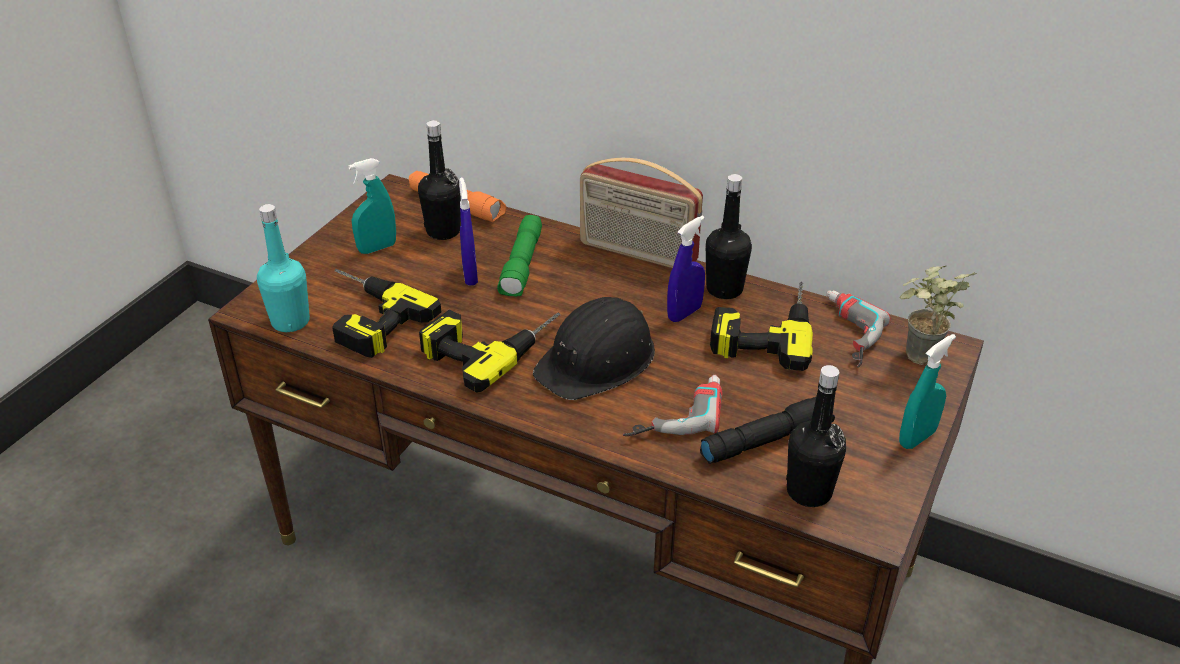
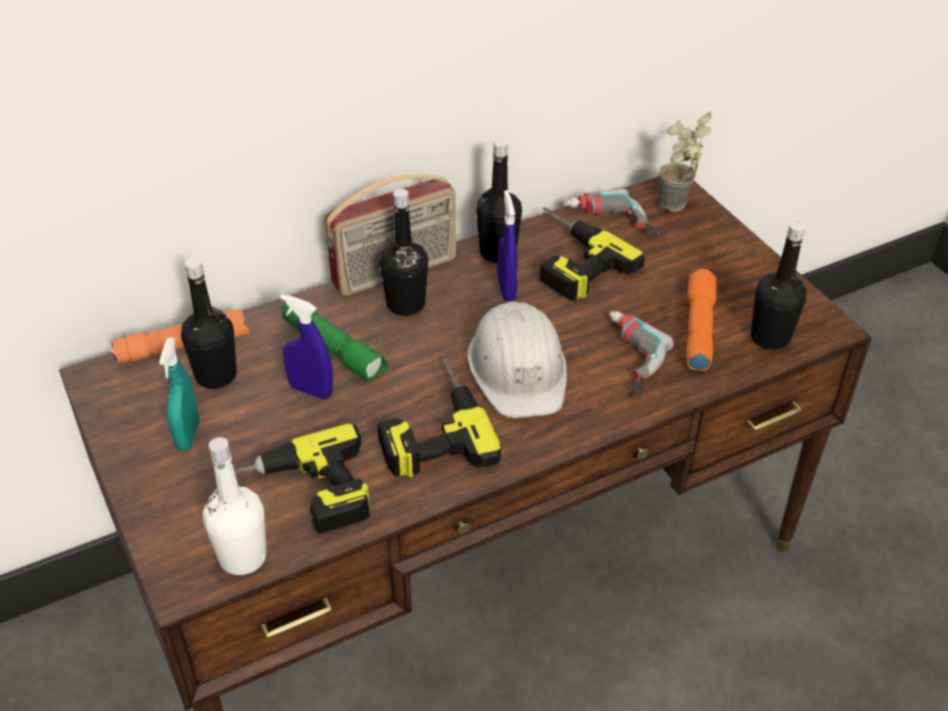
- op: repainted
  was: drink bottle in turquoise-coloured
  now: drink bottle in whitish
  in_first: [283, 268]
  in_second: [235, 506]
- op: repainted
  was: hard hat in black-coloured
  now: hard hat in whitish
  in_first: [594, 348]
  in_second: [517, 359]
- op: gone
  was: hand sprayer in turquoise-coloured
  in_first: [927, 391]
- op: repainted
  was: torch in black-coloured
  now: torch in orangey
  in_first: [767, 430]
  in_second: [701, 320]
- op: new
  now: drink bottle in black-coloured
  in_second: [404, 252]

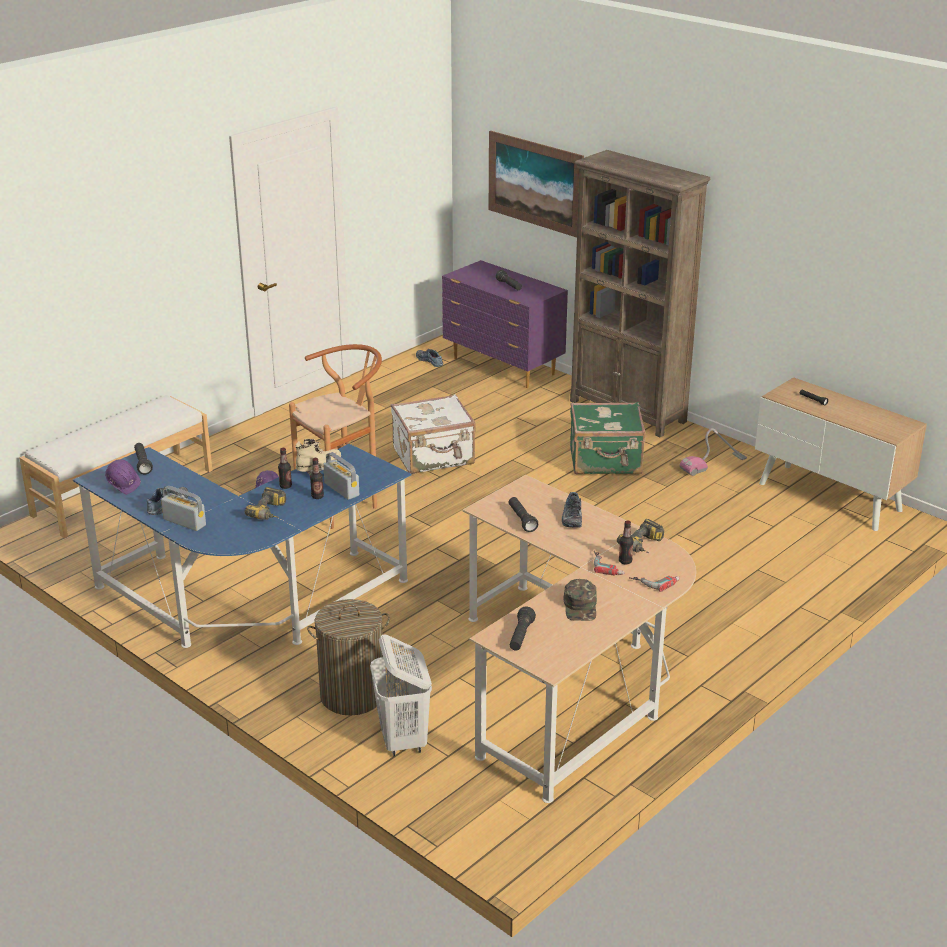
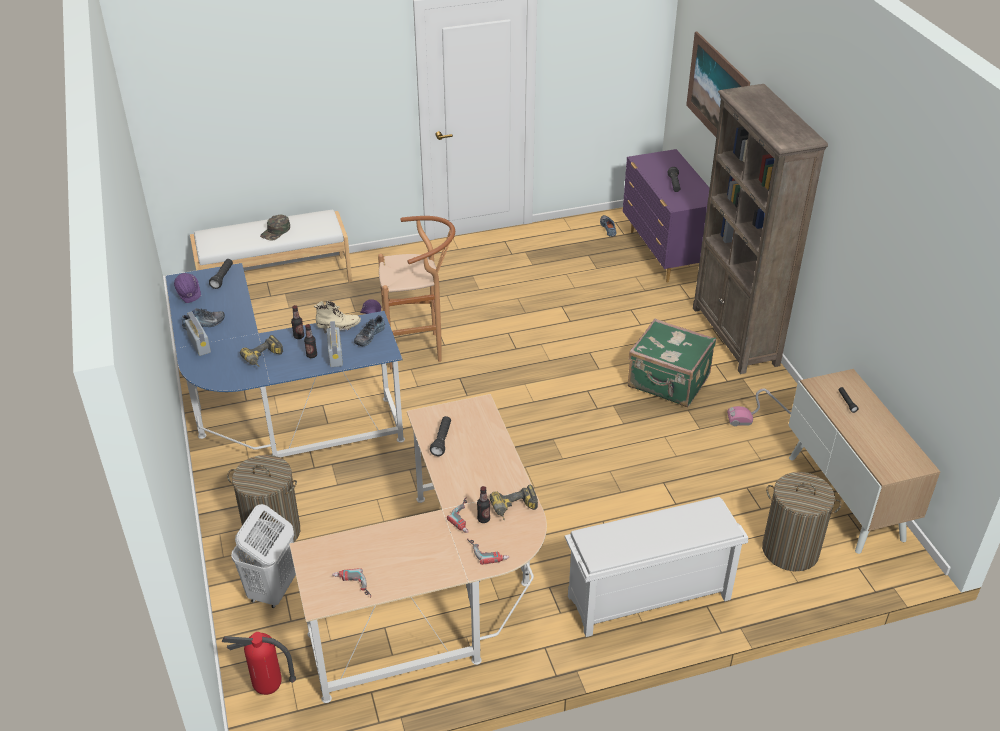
- op: gone
  was: travel case in whitish
  in_first: [433, 434]
- op: shifted
  was: shoe
  in_first: [572, 510]
  in_second: [369, 330]
- op: shifted
  was: cap in greenish
  in_first: [580, 600]
  in_second: [275, 228]
- op: gone
  was: torch in black-coloured
  in_first: [523, 629]
- op: new
  now: hamper
  in_second: [802, 521]
- op: new
  now: shoe rack in whitish
  in_second: [657, 567]
- op: new
  now: power drill
  in_second: [351, 582]
- op: new
  now: fire-fighting cylinder
  in_second: [259, 663]

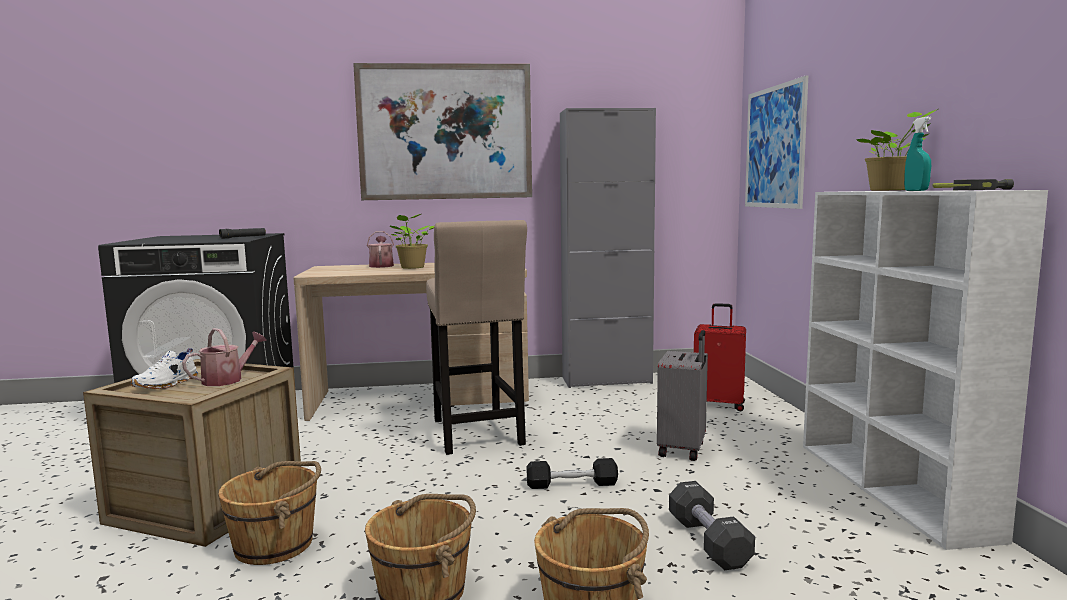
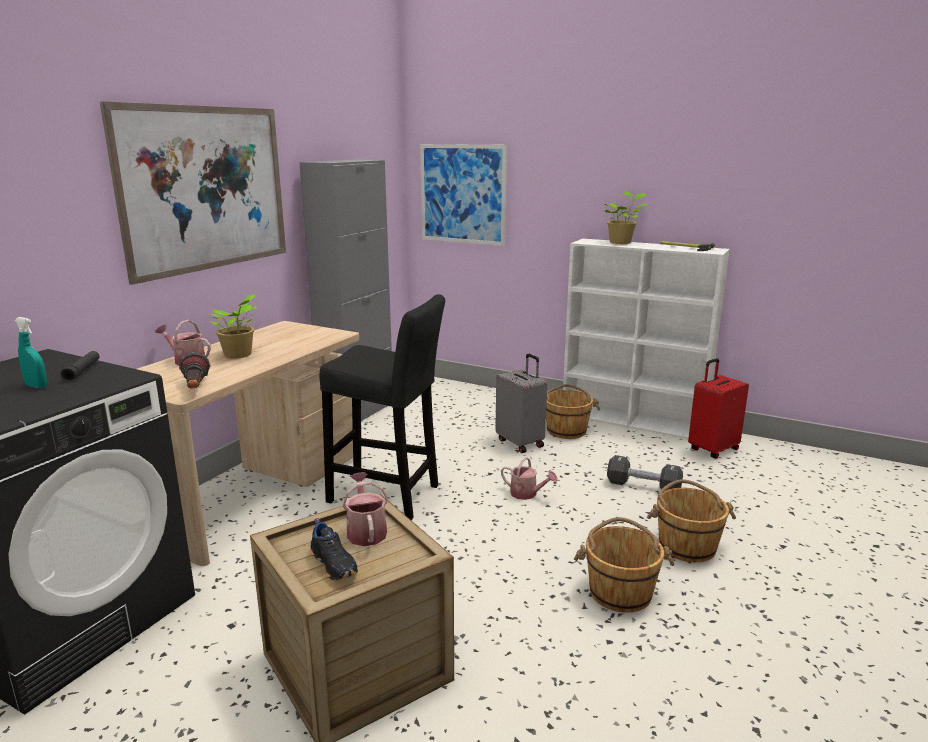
- op: shifted
  was: hand sprayer in turquoise-coloured
  in_first: [917, 154]
  in_second: [31, 352]
- op: repainted
  was: stool seat in beige-coloured
  now: stool seat in black-coloured
  in_first: [476, 337]
  in_second: [382, 407]
- op: shifted
  was: travel case in red
  in_first: [720, 357]
  in_second: [718, 408]
- op: repainted
  was: shoe in whitish
  now: shoe in black-coloured
  in_first: [164, 368]
  in_second: [334, 549]
- op: swapped
  was: free weight in black-coloured
  now: watering can
  in_first: [572, 473]
  in_second: [529, 478]
- op: shifted
  was: bucket in brown-coloured
  in_first: [269, 513]
  in_second: [573, 411]
- op: new
  now: torch
  in_second: [195, 370]

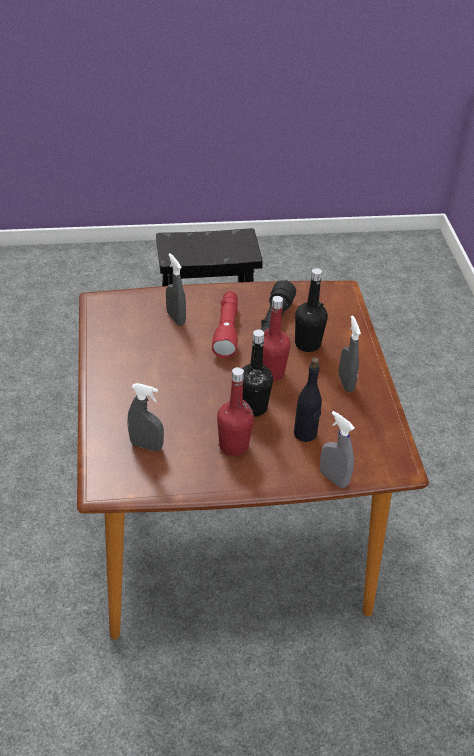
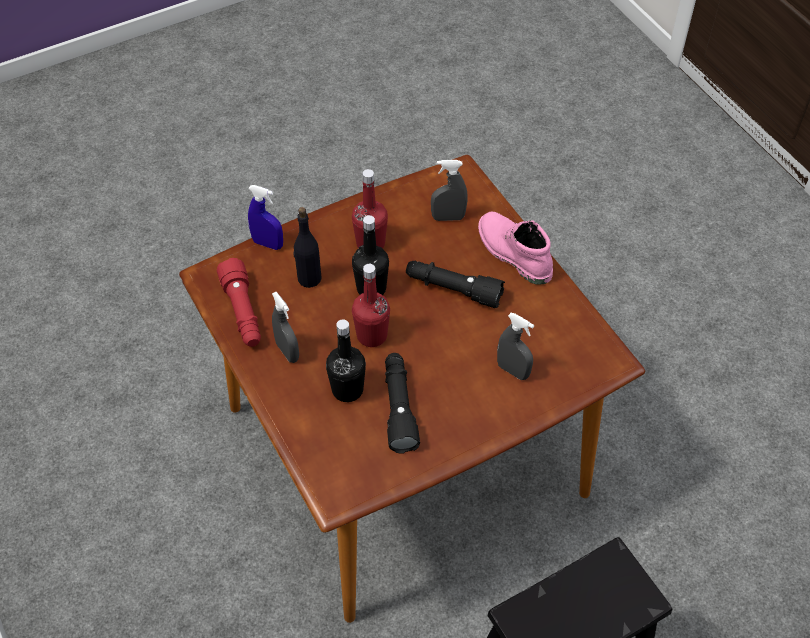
- op: shifted
  was: torch in red
  in_first: [225, 324]
  in_second: [239, 302]
- op: repainted
  was: hand sprayer in greyish
  now: hand sprayer in blue-coloured
  in_first: [337, 449]
  in_second: [265, 217]
- op: new
  now: tall boot in pinkish
  in_second: [515, 248]
- op: new
  now: torch in black-coloured
  in_second: [455, 284]

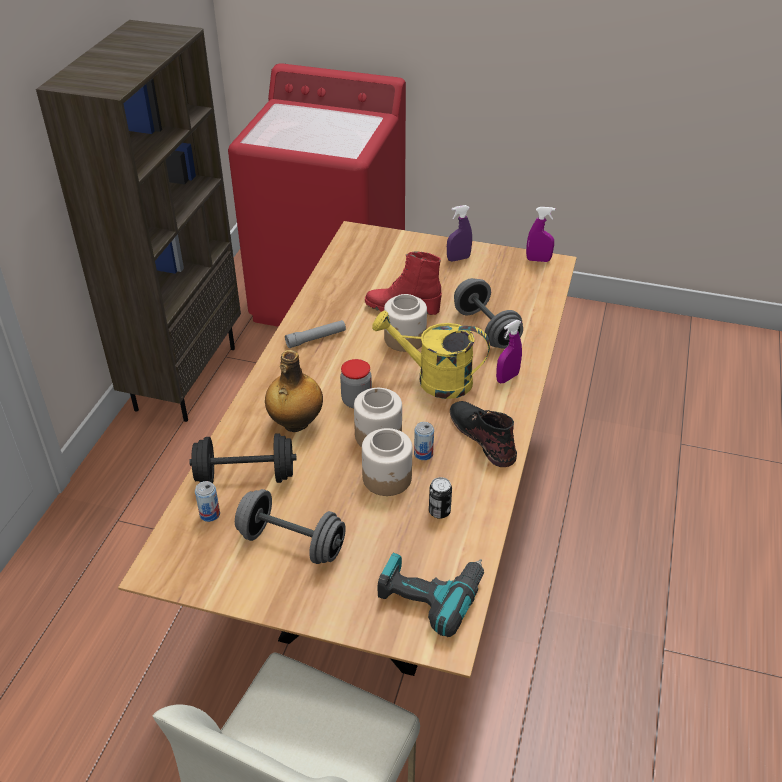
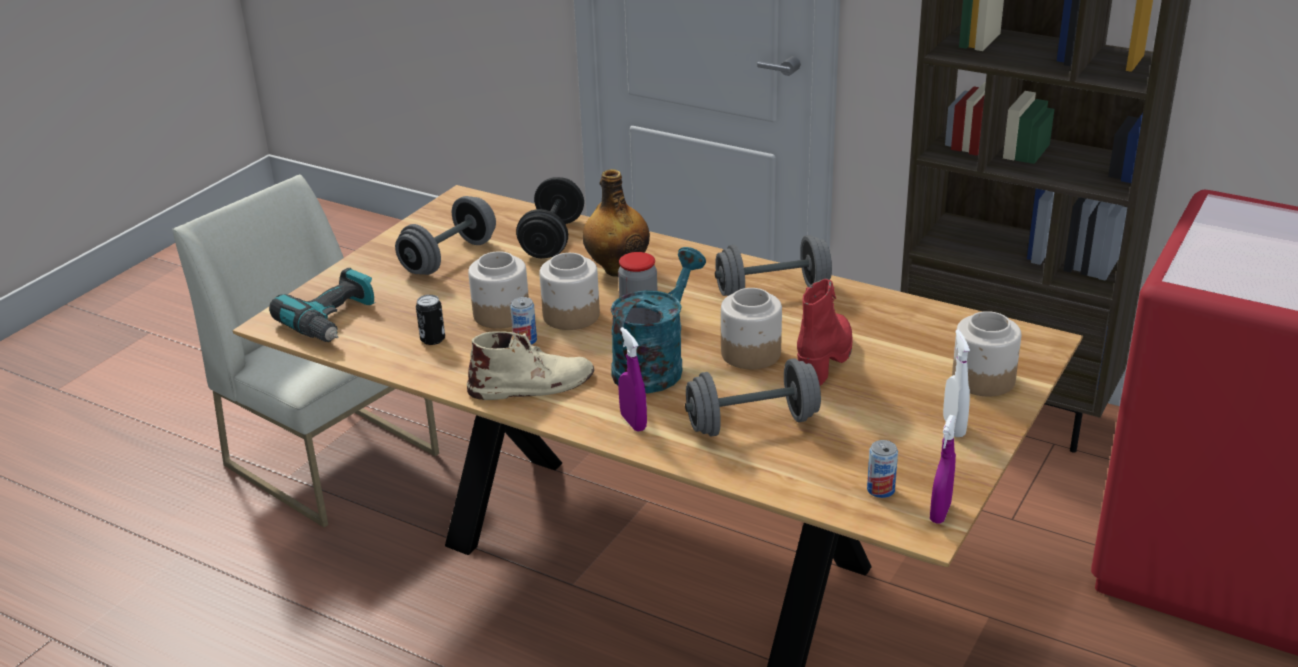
- op: repainted
  was: hand sprayer in purple-coloured
  now: hand sprayer in whitish
  in_first: [459, 233]
  in_second: [956, 383]
- op: repainted
  was: watering can in yellowish
  now: watering can in turquoise-coloured
  in_first: [431, 355]
  in_second: [658, 320]
- op: swapped
  was: torch in greyish
  now: free weight in greyish
  in_first: [315, 334]
  in_second: [773, 265]
- op: repainted
  was: tall boot in black-coloured
  now: tall boot in beige-coloured
  in_first: [483, 434]
  in_second: [530, 365]
- op: shifted
  was: metal can
  in_first: [207, 501]
  in_second: [882, 469]
- op: new
  now: jar
  in_second: [986, 353]

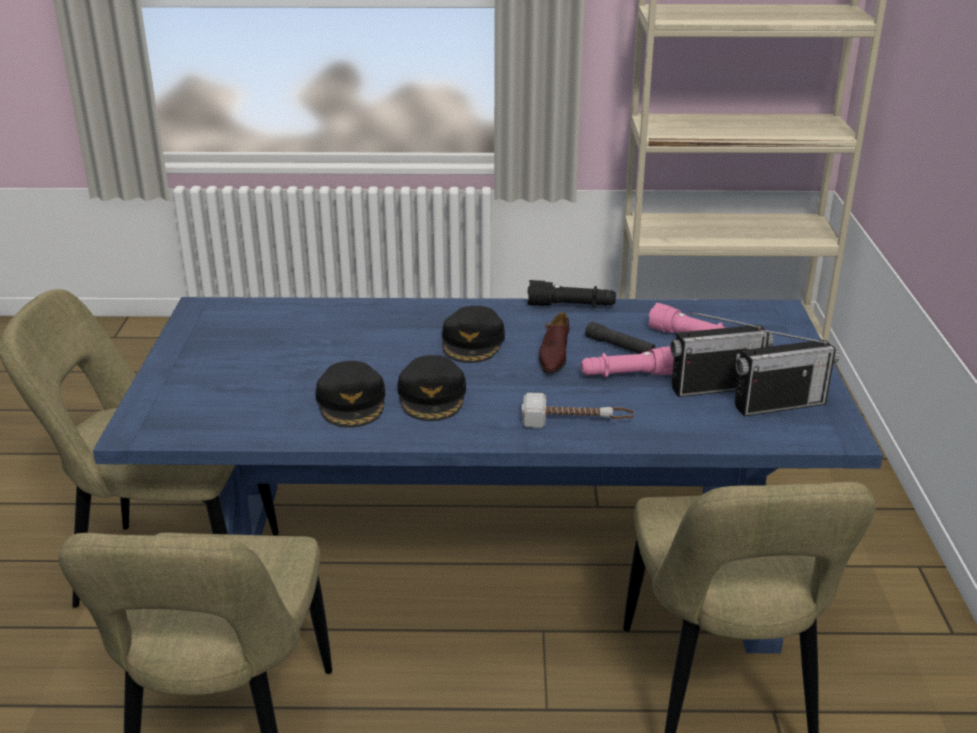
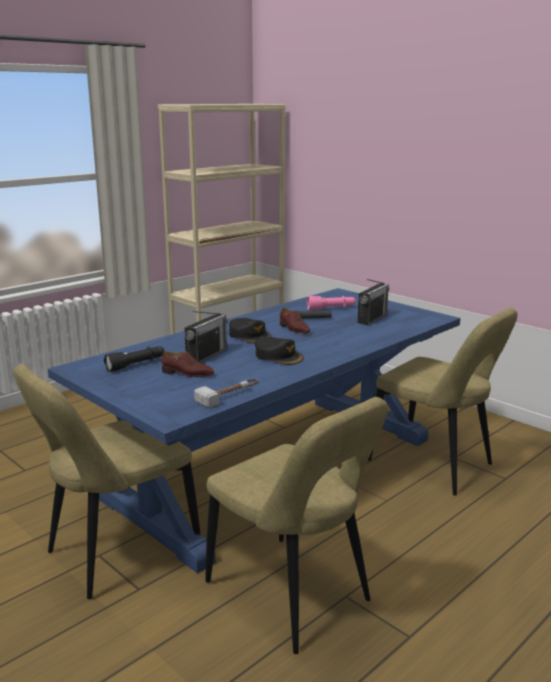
- op: shifted
  was: torch in black-coloured
  in_first: [571, 294]
  in_second: [134, 359]
- op: shifted
  was: radio
  in_first: [787, 372]
  in_second: [206, 337]
- op: gone
  was: torch in pinkish
  in_first: [627, 362]
- op: gone
  was: cap in black-coloured
  in_first: [350, 394]
- op: shifted
  was: hand hammer
  in_first: [577, 410]
  in_second: [226, 393]
- op: new
  now: shoe in brown-coloured
  in_second: [187, 364]

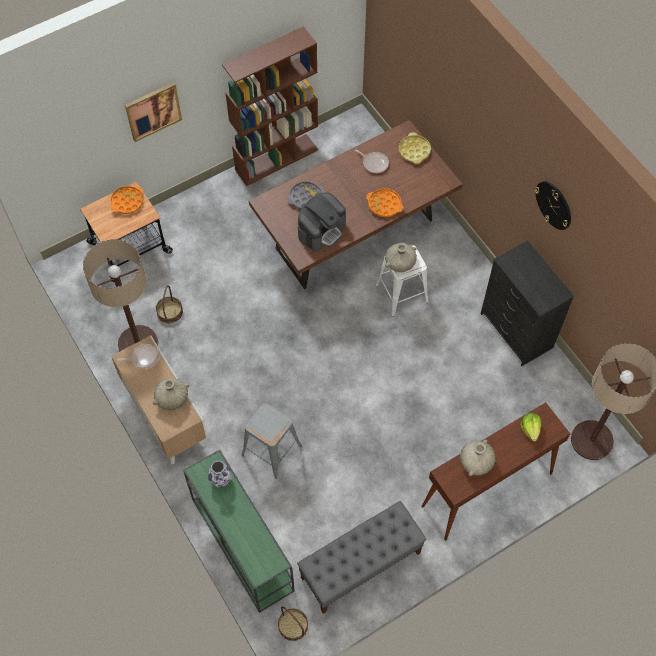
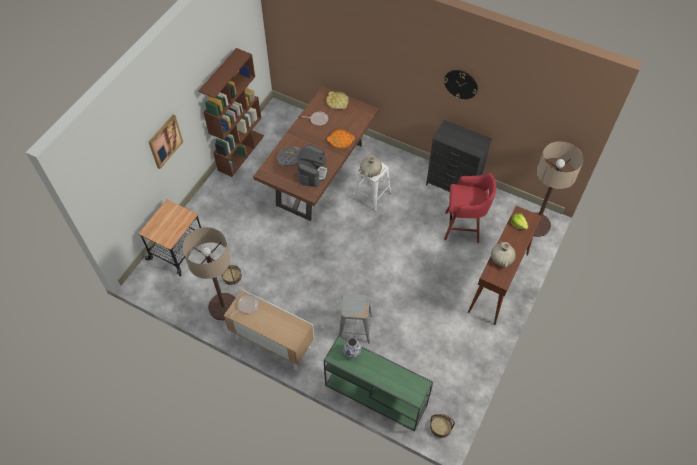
- op: gone
  was: tray in orangey
  in_first: [126, 200]
- op: gone
  was: decorative vase in beige-coloured
  in_first: [171, 394]
- op: gone
  was: long seat in greyish
  in_first: [362, 557]
- op: new
  now: stool seat in red
  in_second: [470, 208]

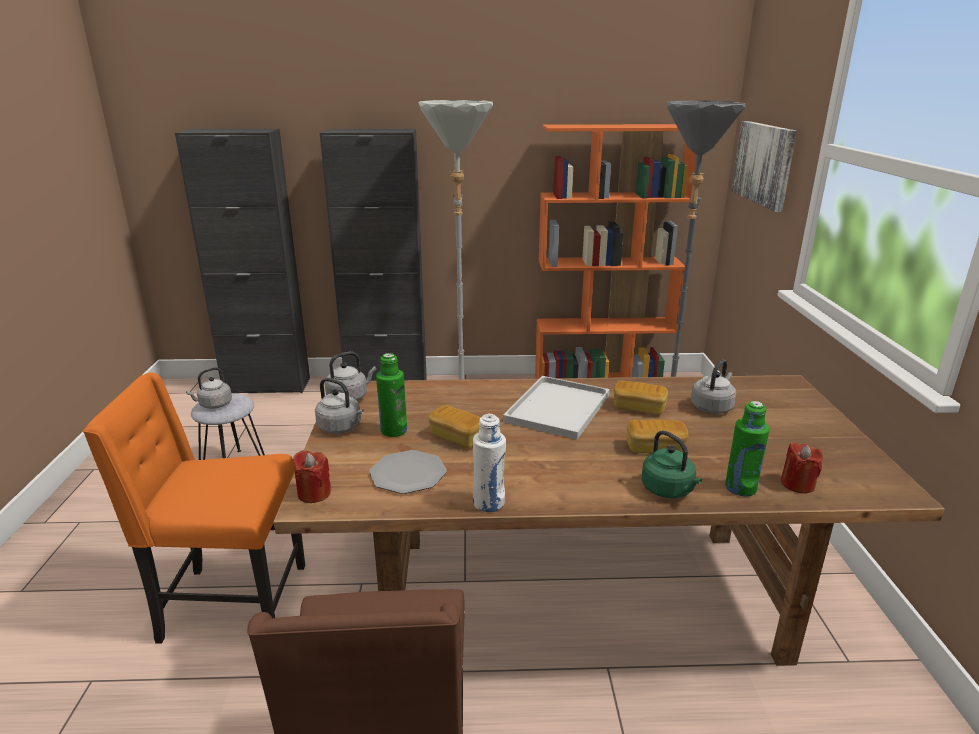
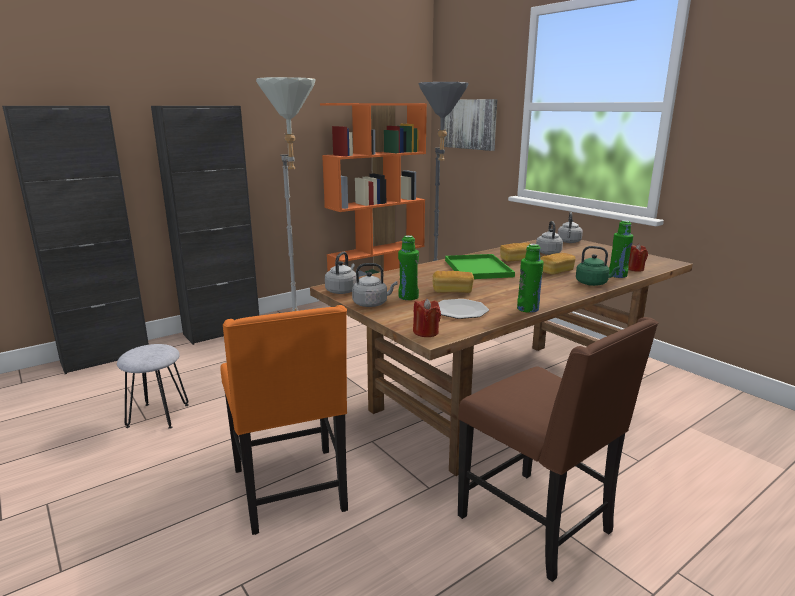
- op: shifted
  was: kettle in greyish
  in_first: [209, 388]
  in_second: [570, 227]
- op: rotated
  was: chair in orangey
  in_first: [194, 508]
  in_second: [284, 420]
  clockwise: -75
- op: repainted
  was: tray in whitish
  now: tray in greenish
  in_first: [556, 407]
  in_second: [480, 266]
- op: repainted
  was: drink bottle in whitish
  now: drink bottle in greenish
  in_first: [489, 463]
  in_second: [530, 278]

